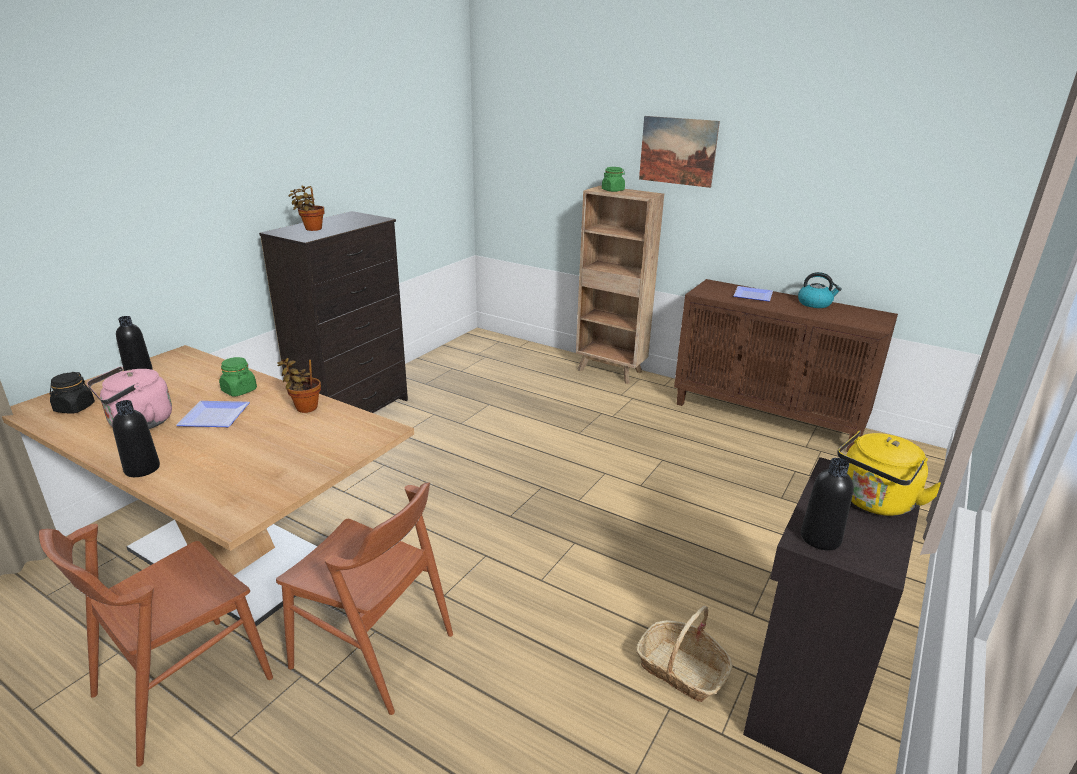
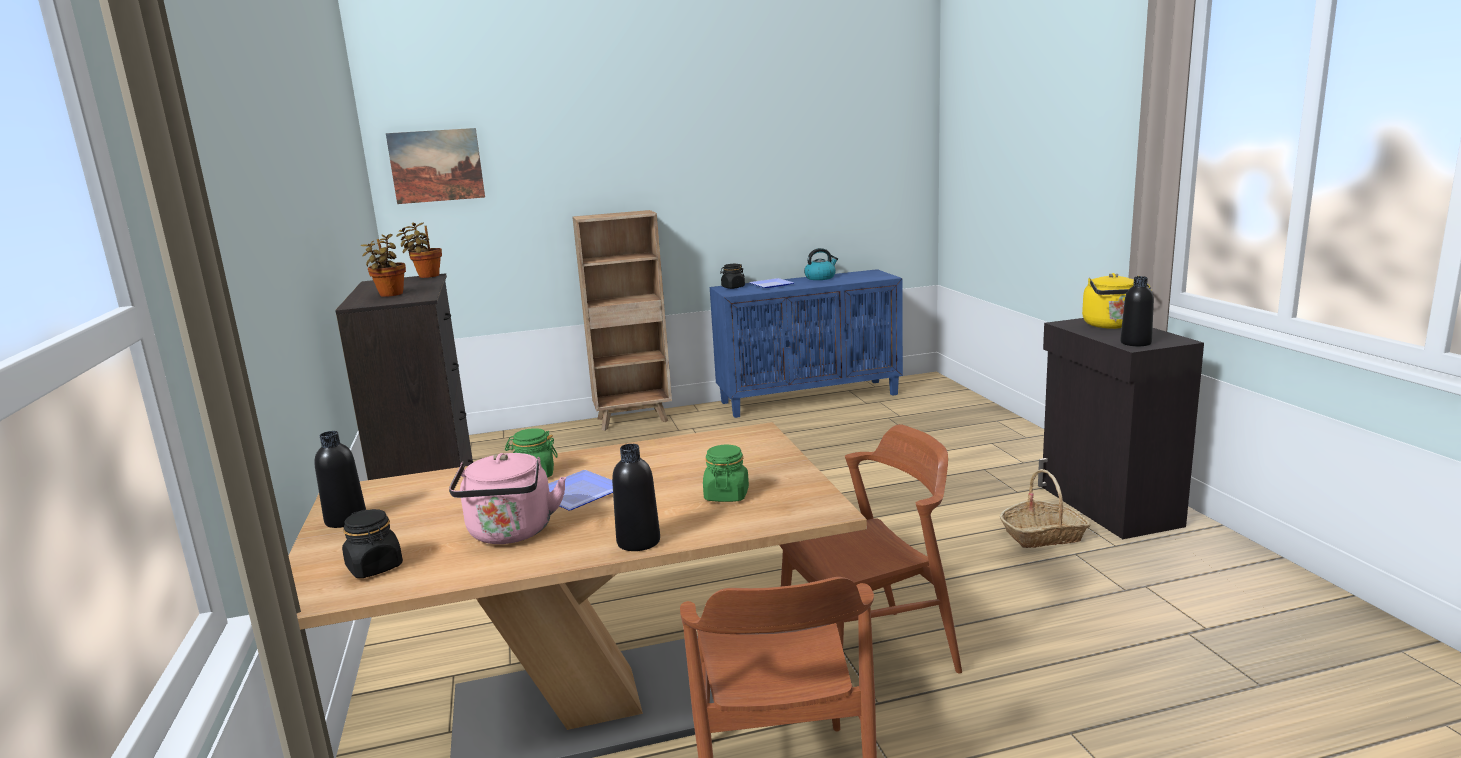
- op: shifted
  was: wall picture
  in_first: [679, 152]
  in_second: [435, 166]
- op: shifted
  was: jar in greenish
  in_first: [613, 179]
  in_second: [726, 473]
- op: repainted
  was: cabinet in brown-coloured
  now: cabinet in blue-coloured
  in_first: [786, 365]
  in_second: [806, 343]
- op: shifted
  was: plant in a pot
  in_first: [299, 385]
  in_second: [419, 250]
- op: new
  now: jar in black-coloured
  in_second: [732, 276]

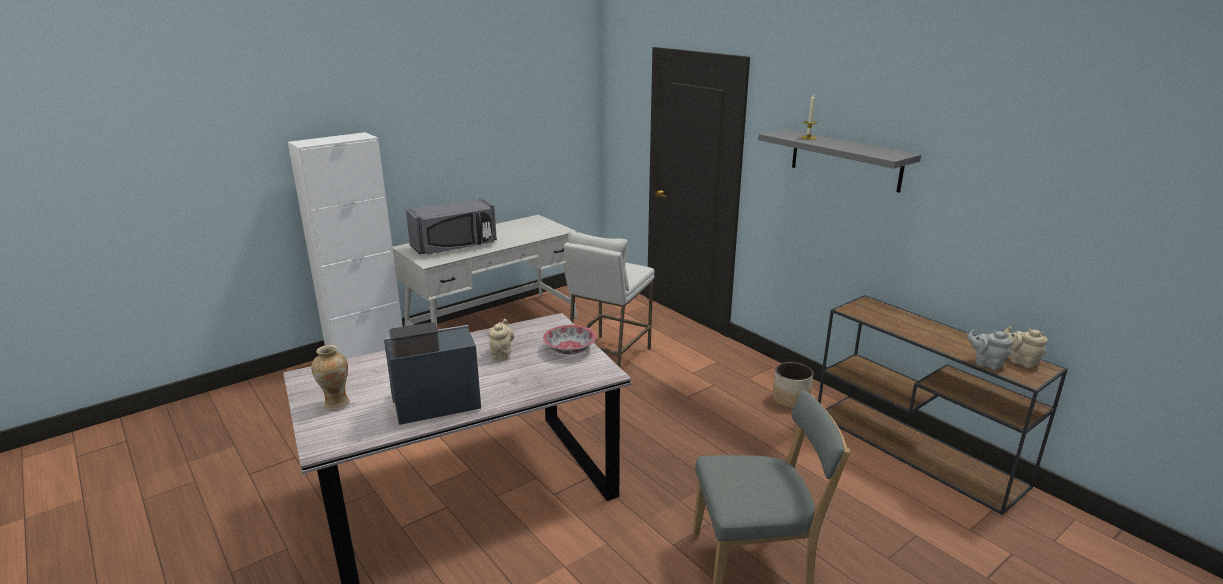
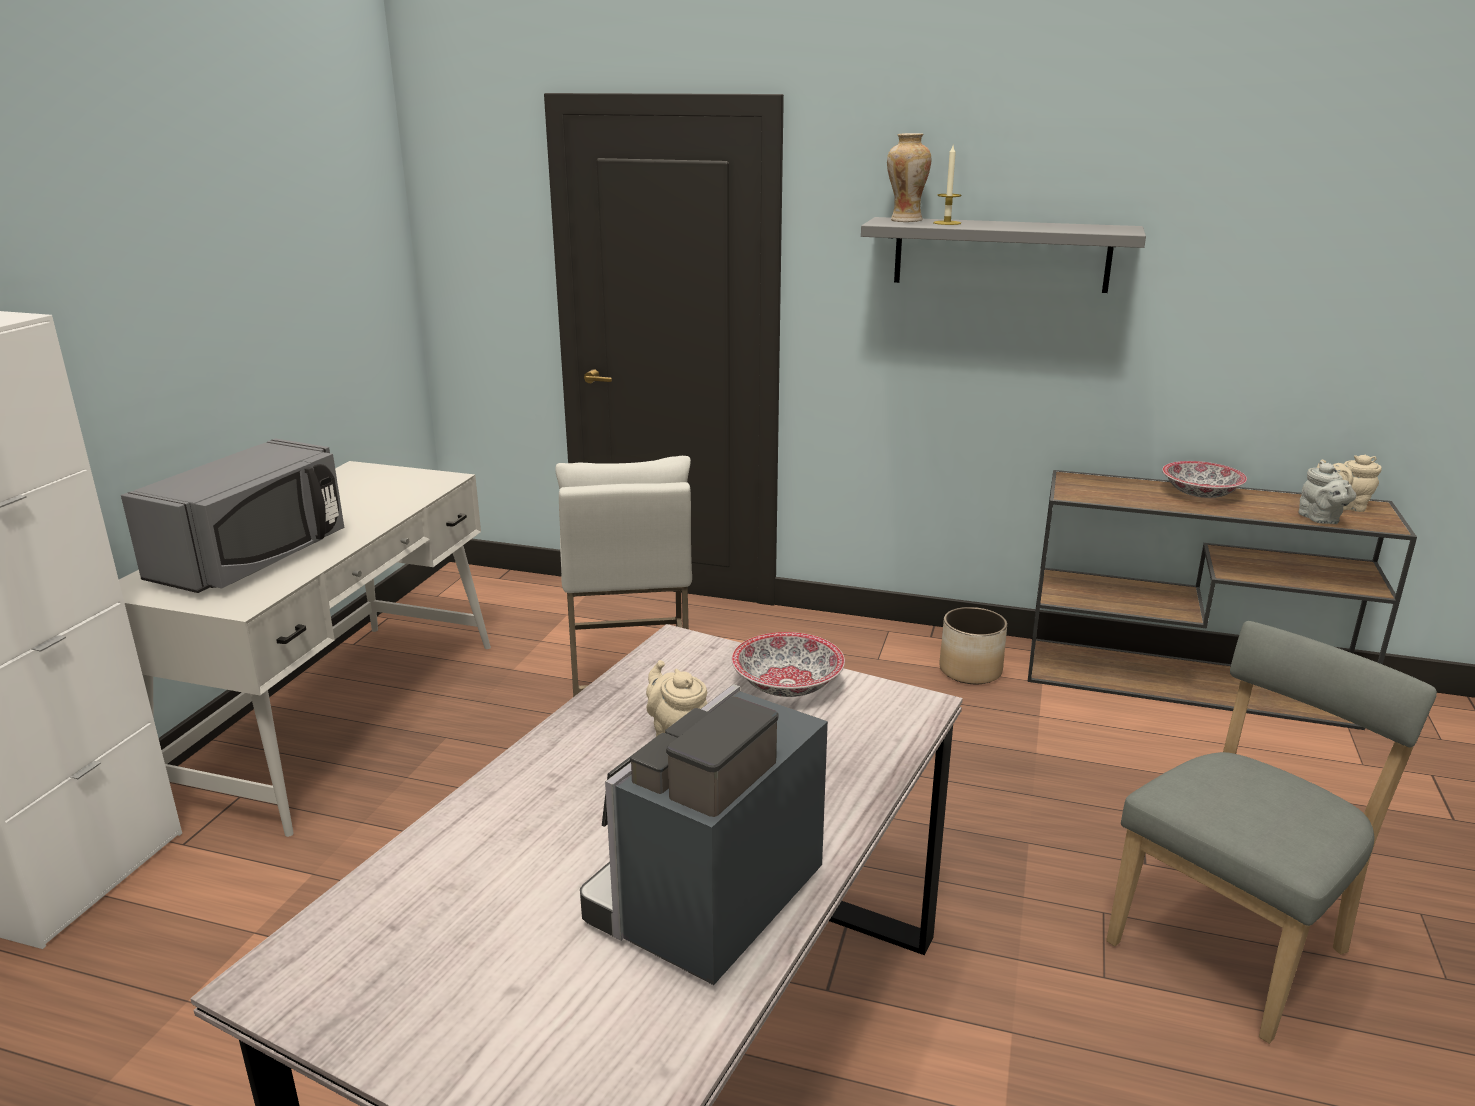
- op: rotated
  was: teapot in greyish
  in_first: [989, 349]
  in_second: [1327, 492]
  clockwise: -105
- op: shifted
  was: decorative vase
  in_first: [330, 378]
  in_second: [909, 177]
- op: new
  now: serving bowl
  in_second: [1204, 479]

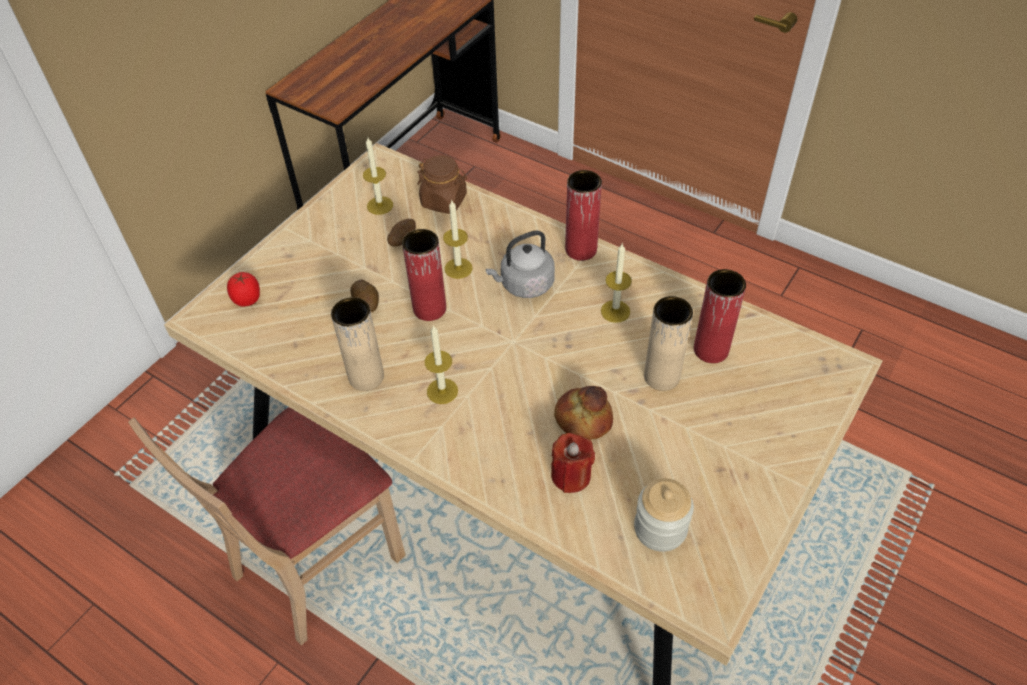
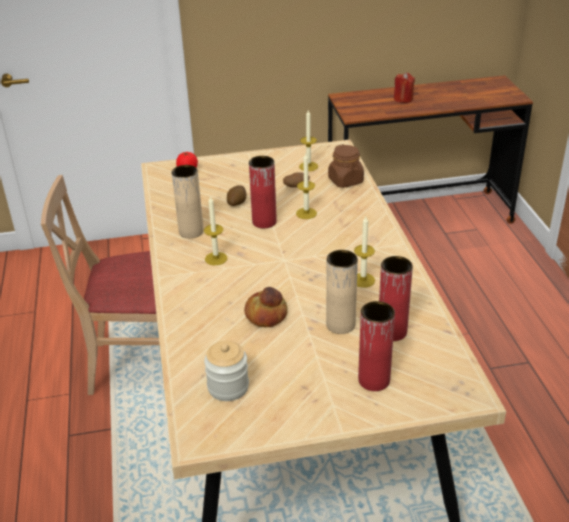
- op: shifted
  was: decorative vase in red
  in_first: [583, 215]
  in_second: [376, 346]
- op: gone
  was: kettle in greyish
  in_first: [520, 264]
- op: shifted
  was: wax candle in red
  in_first: [573, 463]
  in_second: [404, 87]

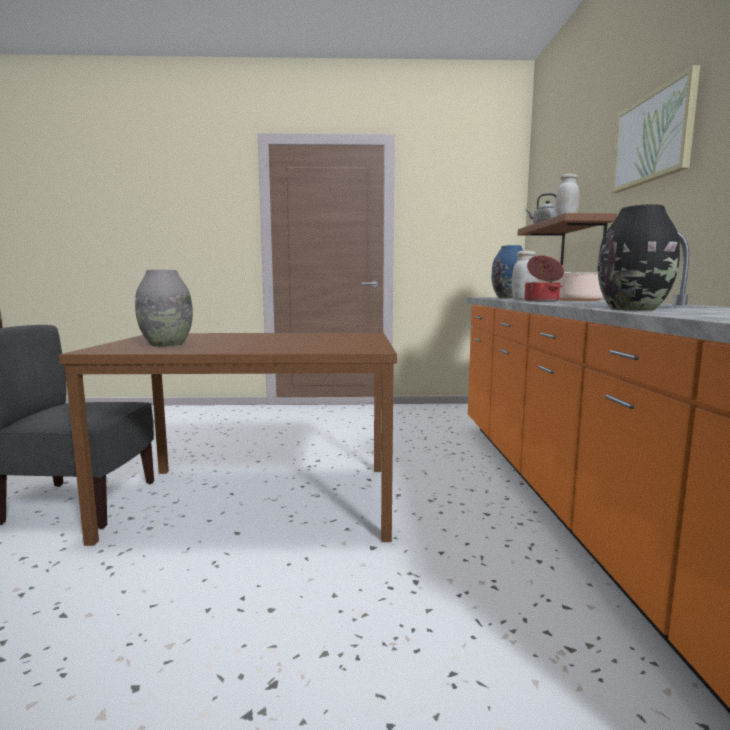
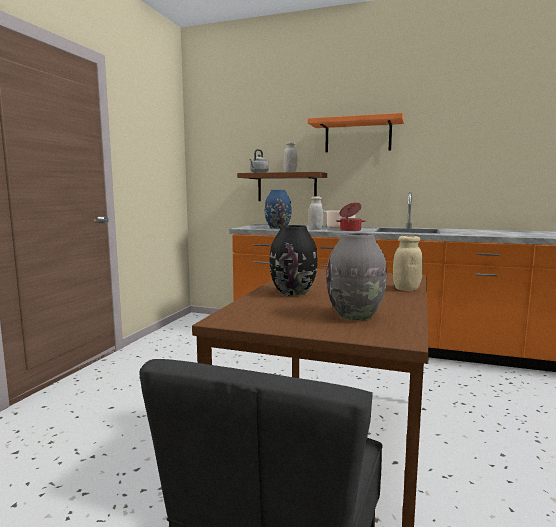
- op: swapped
  was: wall picture
  now: bracket shelf in orangey
  in_first: [656, 129]
  in_second: [356, 132]
- op: shifted
  was: decorative vase in black-coloured
  in_first: [639, 257]
  in_second: [293, 260]
- op: new
  now: jar in beige-coloured
  in_second: [408, 263]

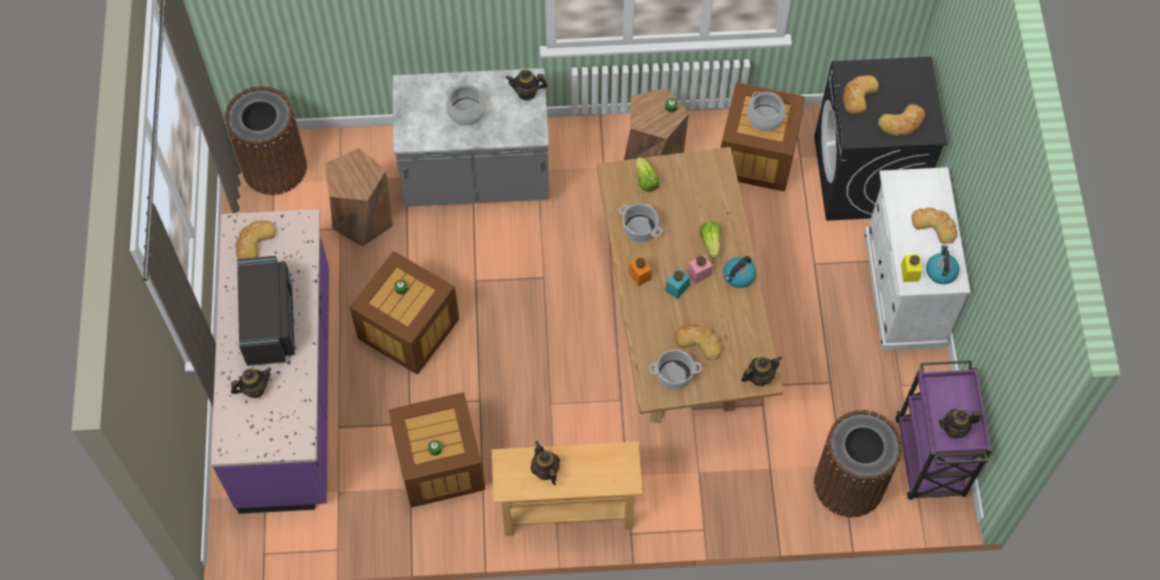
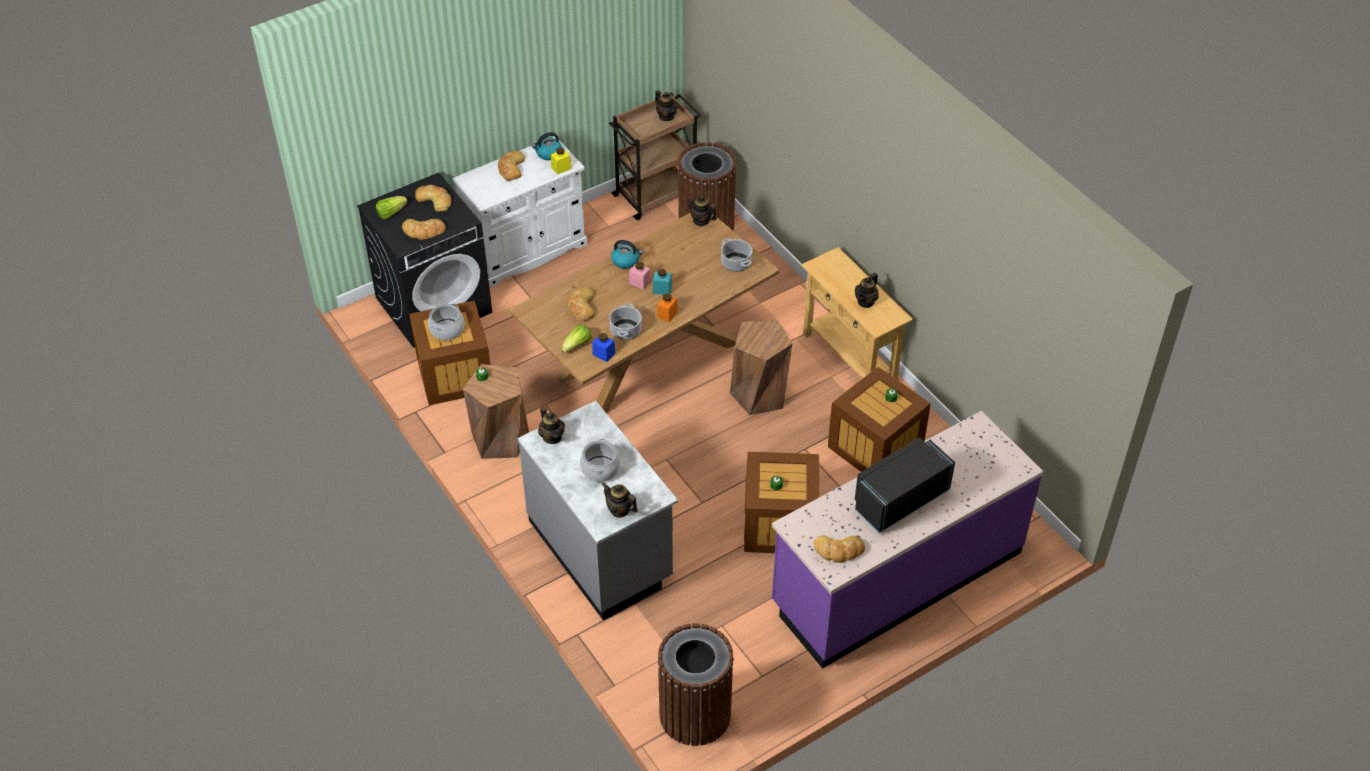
- op: shifted
  was: stool seat in brown-coloured
  in_first: [359, 197]
  in_second: [761, 367]
- op: shifted
  was: lettuce head
  in_first: [710, 240]
  in_second: [392, 208]
- op: shifted
  was: baked bread
  in_first: [698, 342]
  in_second: [581, 304]
- op: repainted
  was: wheeled cart in purple-coloured
  now: wheeled cart in brown-coloured
  in_first: [944, 430]
  in_second: [655, 156]
- op: shifted
  was: teapot
  in_first: [251, 383]
  in_second: [620, 500]
- op: new
  now: jar in blue-coloured
  in_second: [604, 347]

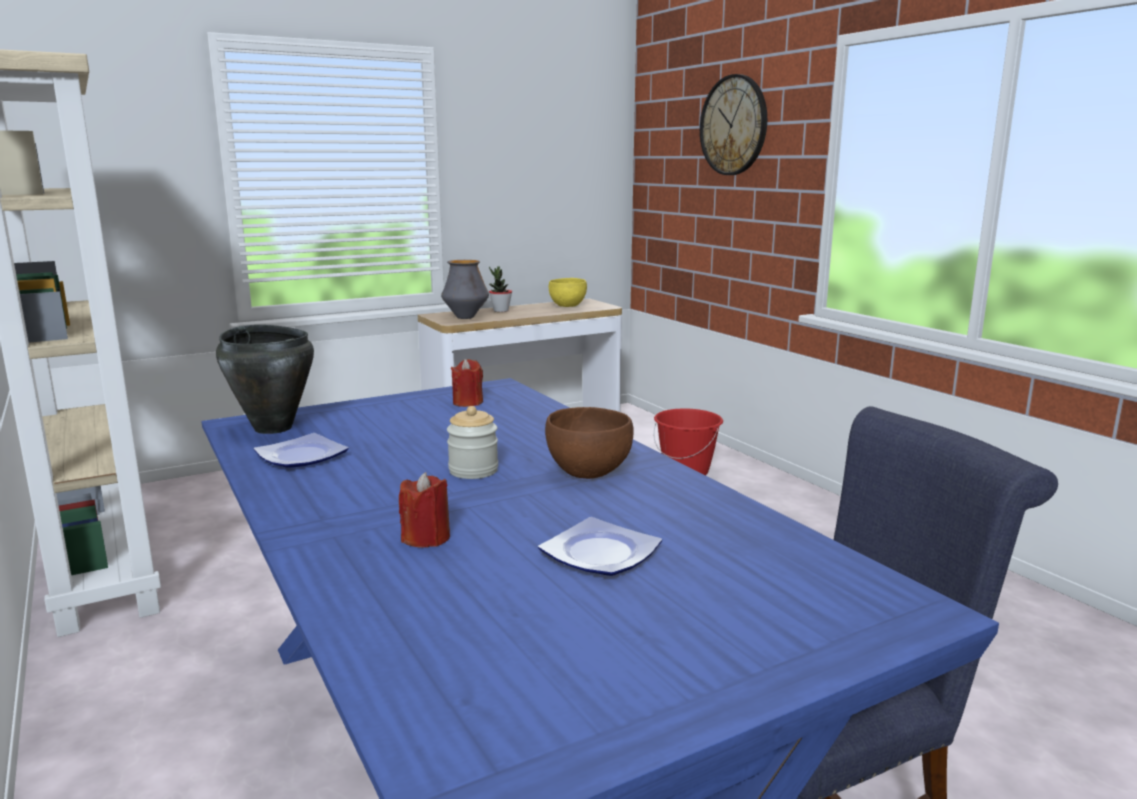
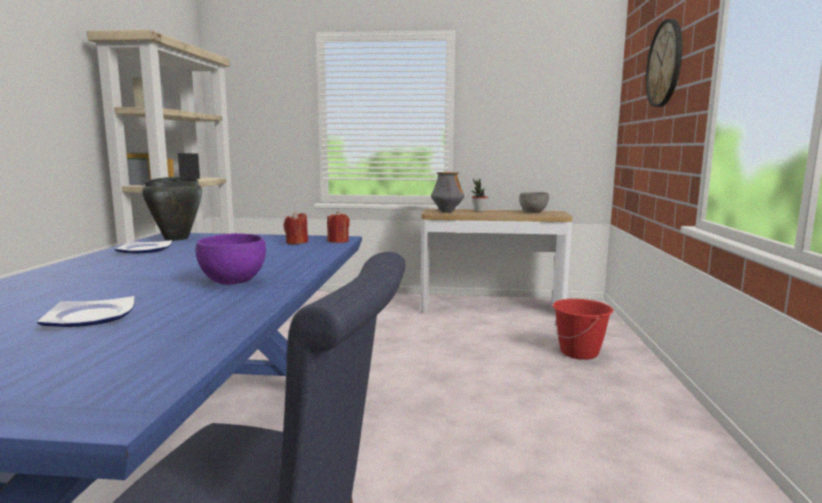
- op: repainted
  was: serving bowl in yellowish
  now: serving bowl in greyish
  in_first: [567, 292]
  in_second: [534, 202]
- op: gone
  was: jar
  in_first: [472, 442]
- op: repainted
  was: serving bowl in brown-coloured
  now: serving bowl in purple-coloured
  in_first: [589, 443]
  in_second: [231, 258]
- op: shifted
  was: wax candle in red
  in_first: [424, 510]
  in_second: [338, 227]

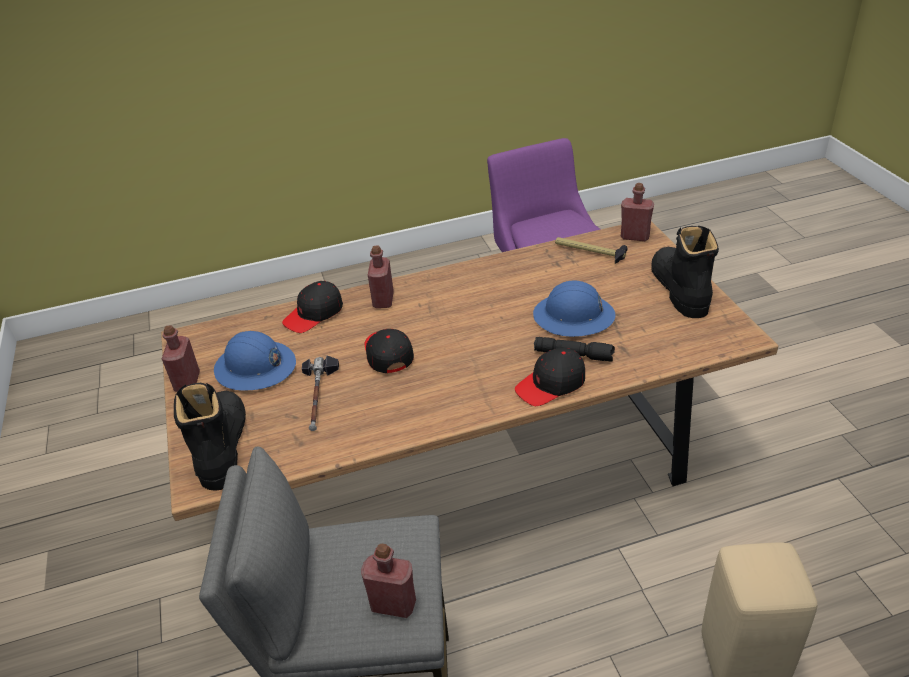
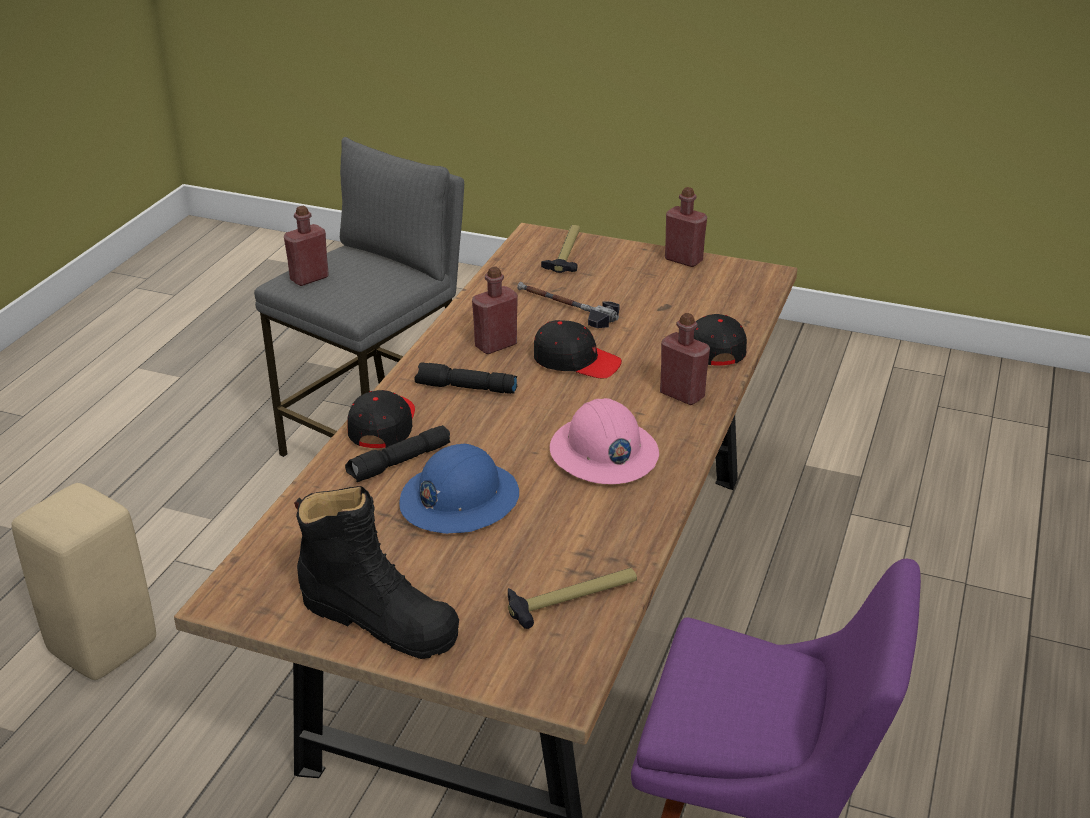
- op: shifted
  was: drink bottle in red
  in_first: [637, 212]
  in_second: [495, 310]
- op: gone
  was: hard hat in blue-coloured
  in_first: [255, 361]
- op: swapped
  was: tall boot in black-coloured
  now: hand hammer
  in_first: [210, 437]
  in_second: [560, 249]
- op: new
  now: torch in black-coloured
  in_second: [465, 378]
- op: new
  now: hard hat in pinkish
  in_second: [604, 441]

